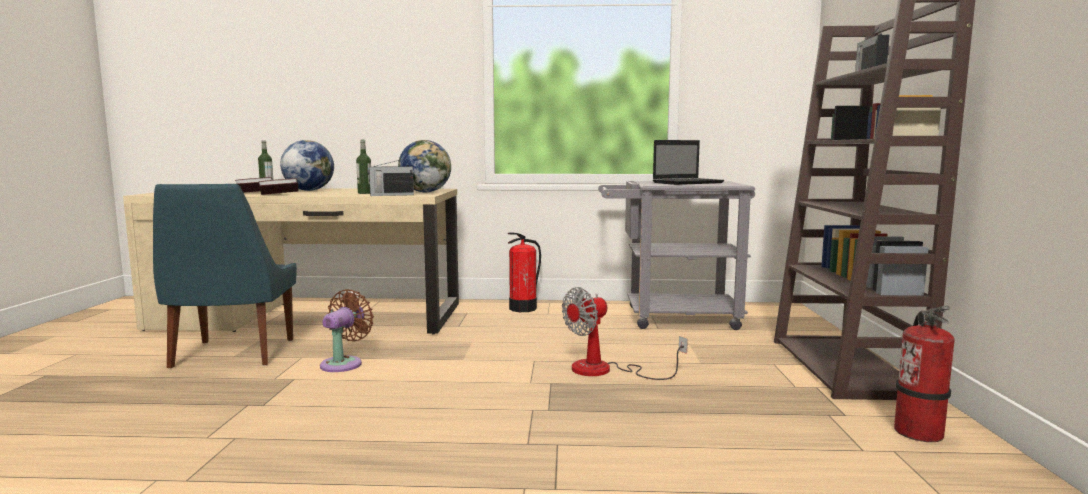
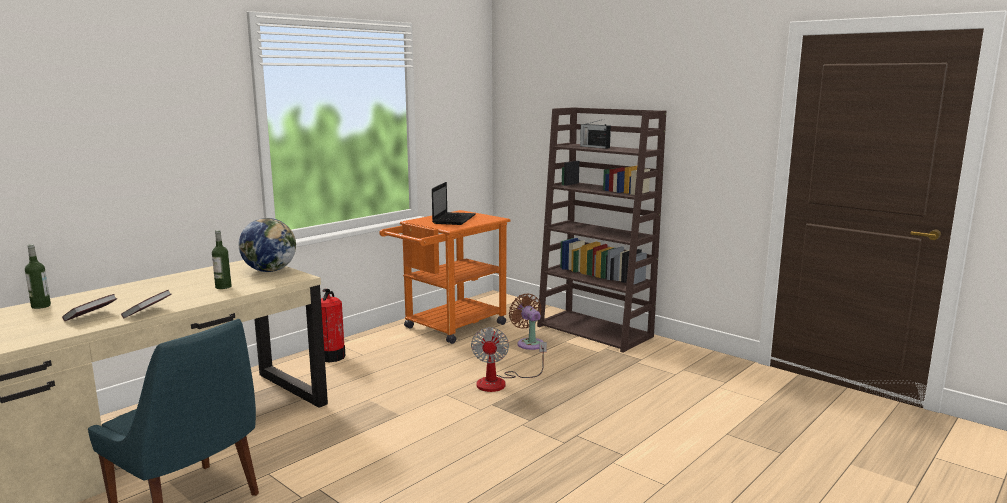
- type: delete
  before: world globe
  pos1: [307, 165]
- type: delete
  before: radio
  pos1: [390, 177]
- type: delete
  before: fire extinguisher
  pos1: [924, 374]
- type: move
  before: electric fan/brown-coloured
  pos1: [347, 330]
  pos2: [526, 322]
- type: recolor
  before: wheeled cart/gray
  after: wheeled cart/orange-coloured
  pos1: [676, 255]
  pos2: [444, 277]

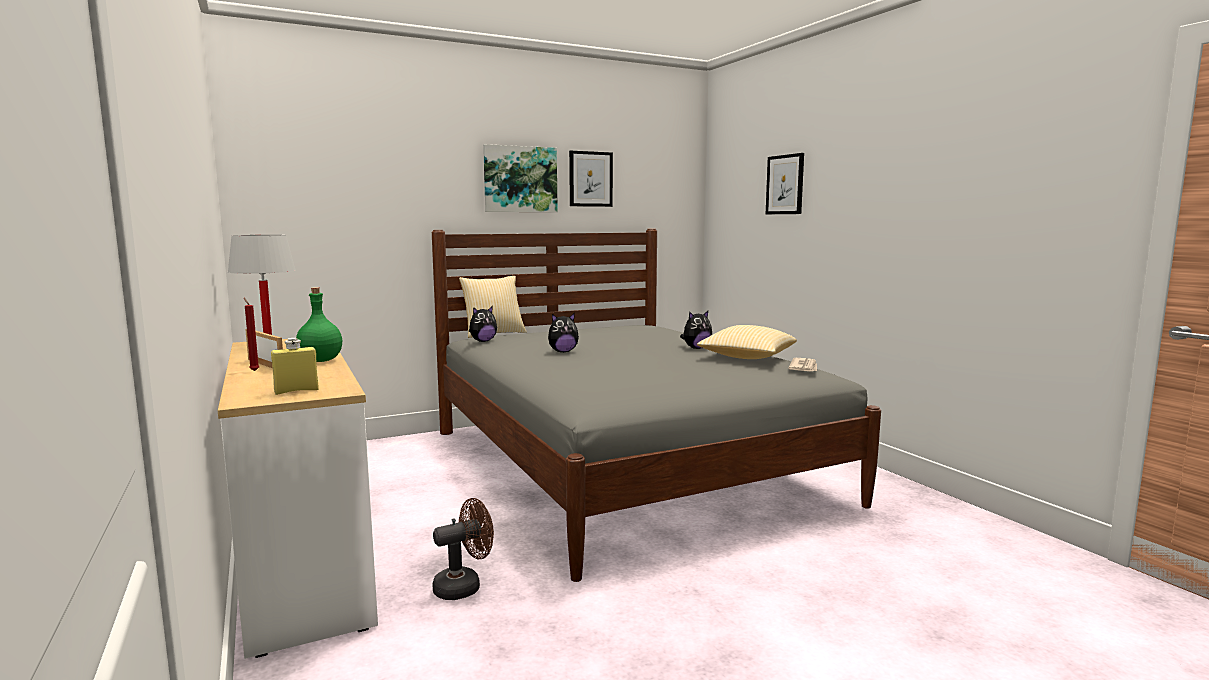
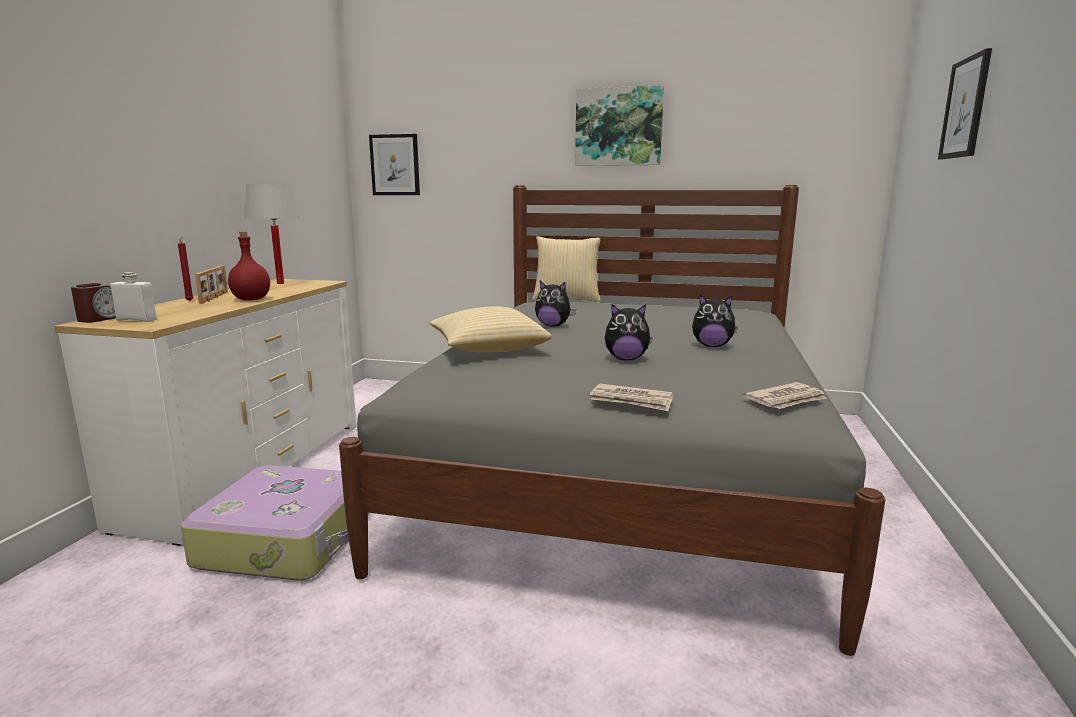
- type: insert
  after: table clock
  pos2: [93, 303]
- type: insert
  after: newspaper
  pos2: [631, 397]
- type: move
  before: plush toy
  pos1: [483, 324]
  pos2: [629, 332]
- type: move
  before: wall picture
  pos1: [591, 179]
  pos2: [394, 164]
- type: move
  before: pillow
  pos1: [747, 342]
  pos2: [491, 329]
- type: replace
  before: electric fan/brown-coloured
  after: piece of luggage
  pos1: [463, 549]
  pos2: [275, 523]
- type: recolor
  before: beverage bottle/yellowish
  after: beverage bottle/whitish
  pos1: [295, 366]
  pos2: [133, 297]
- type: recolor
  before: beverage bottle/green-coloured
  after: beverage bottle/reddish
  pos1: [319, 324]
  pos2: [249, 266]

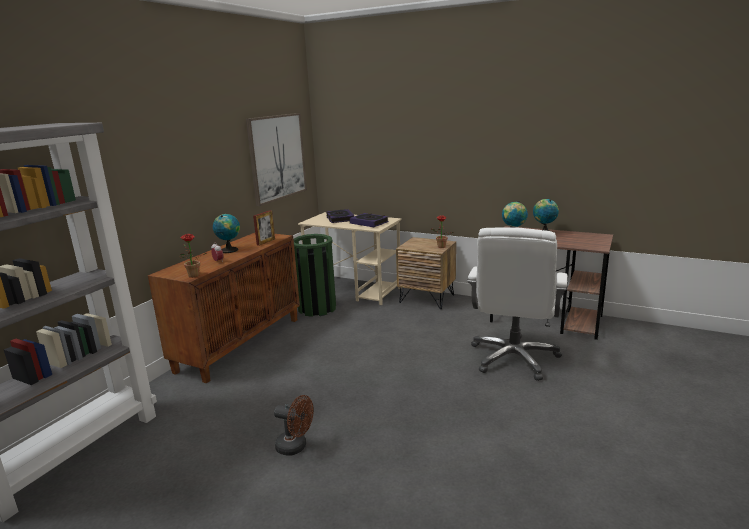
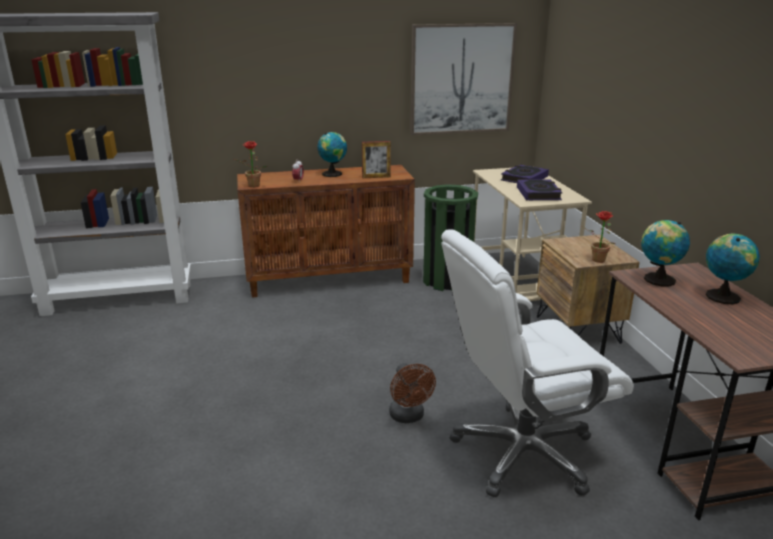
- type: move
  before: electric fan/brown-coloured
  pos1: [294, 425]
  pos2: [412, 393]

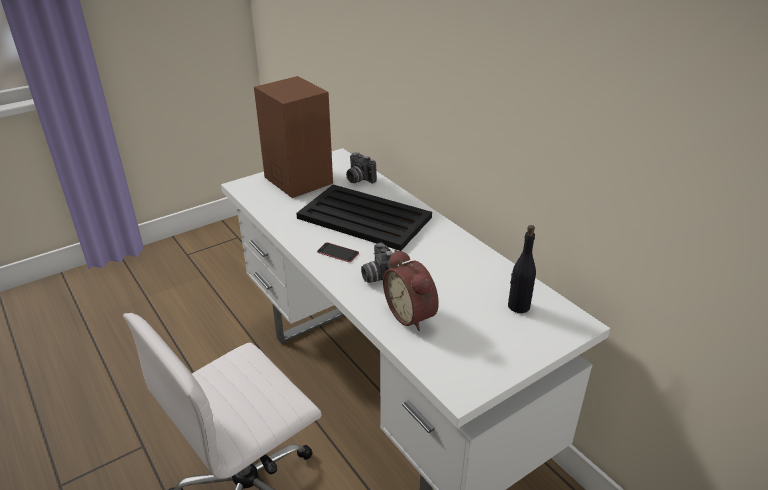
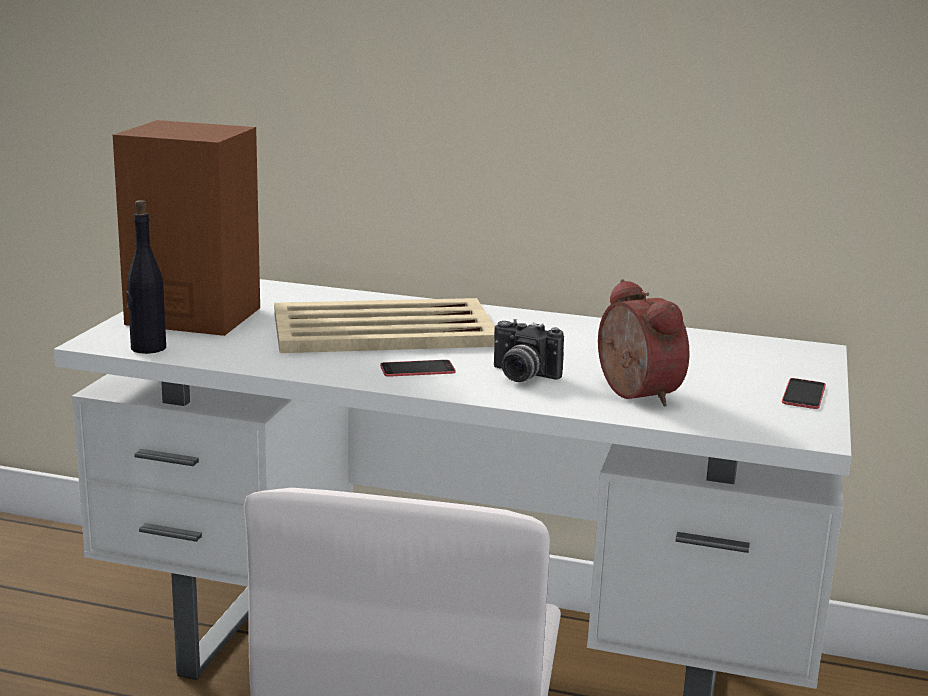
- type: delete
  before: photo camera
  pos1: [361, 168]
- type: insert
  after: phone
  pos2: [804, 393]
- type: move
  before: beverage bottle/black
  pos1: [522, 269]
  pos2: [146, 277]
- type: recolor
  before: serving tray/black
  after: serving tray/sand-coloured
  pos1: [364, 218]
  pos2: [384, 325]
- type: rotate
  before: table clock
  pos1: [411, 290]
  pos2: [643, 342]
  turn: -135

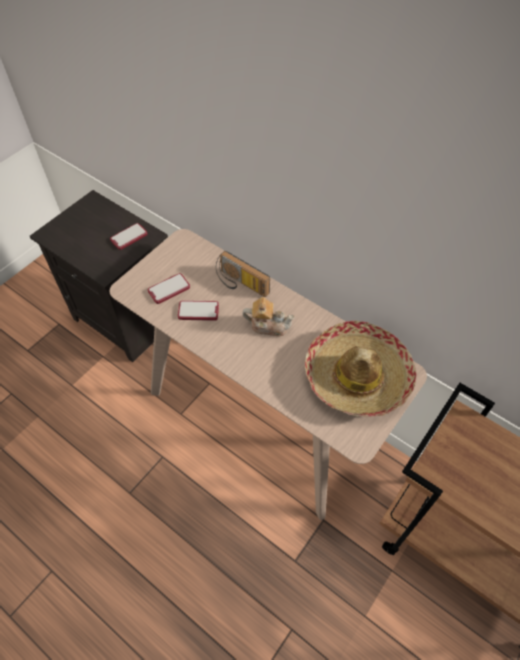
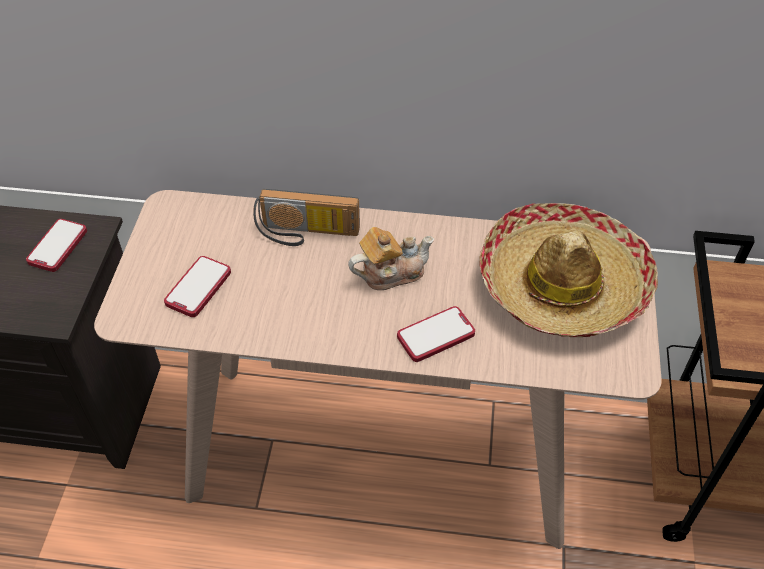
- type: move
  before: phone
  pos1: [198, 310]
  pos2: [436, 334]

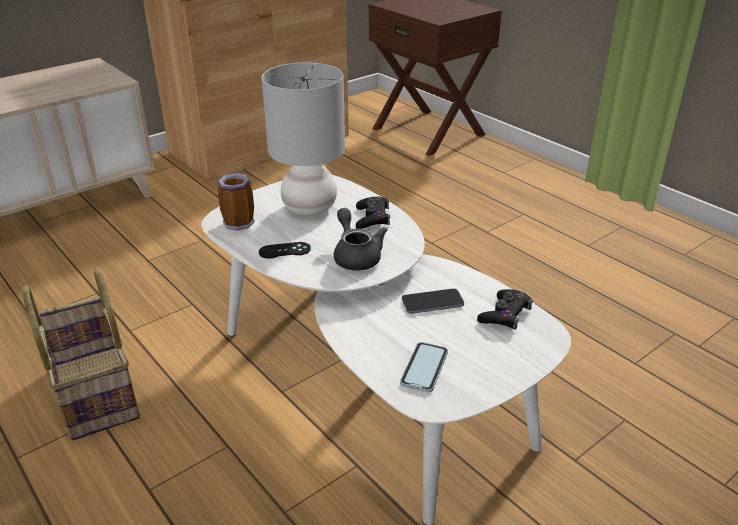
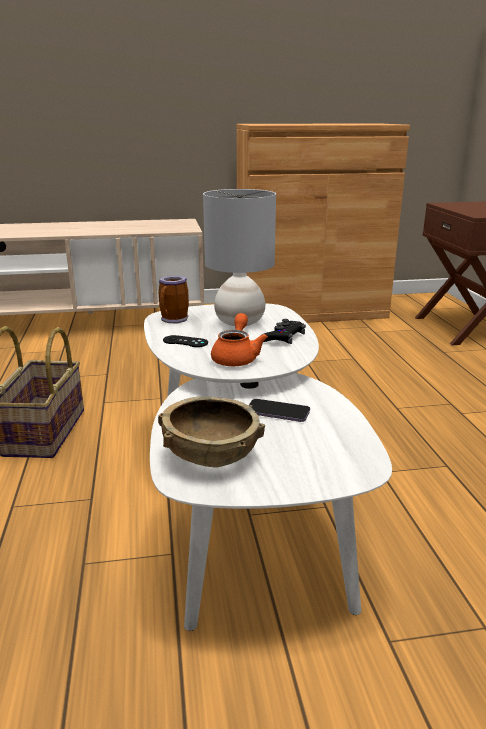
- type: delete
  before: gamepad/black
  pos1: [505, 309]
- type: replace
  before: phone
  after: deep dish/brown-coloured
  pos1: [424, 367]
  pos2: [211, 431]
- type: recolor
  before: teapot/gray
  after: teapot/orange-coloured
  pos1: [361, 239]
  pos2: [239, 339]

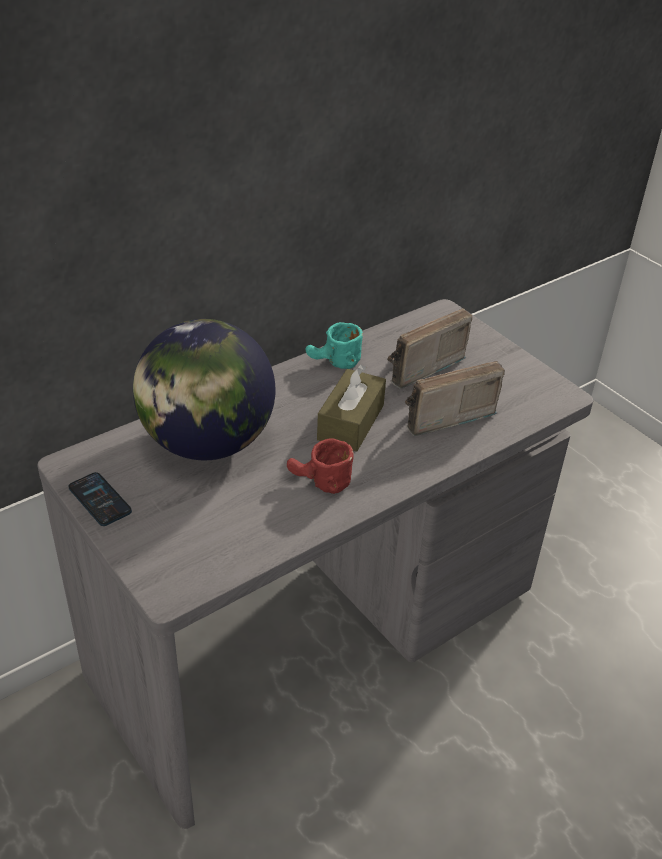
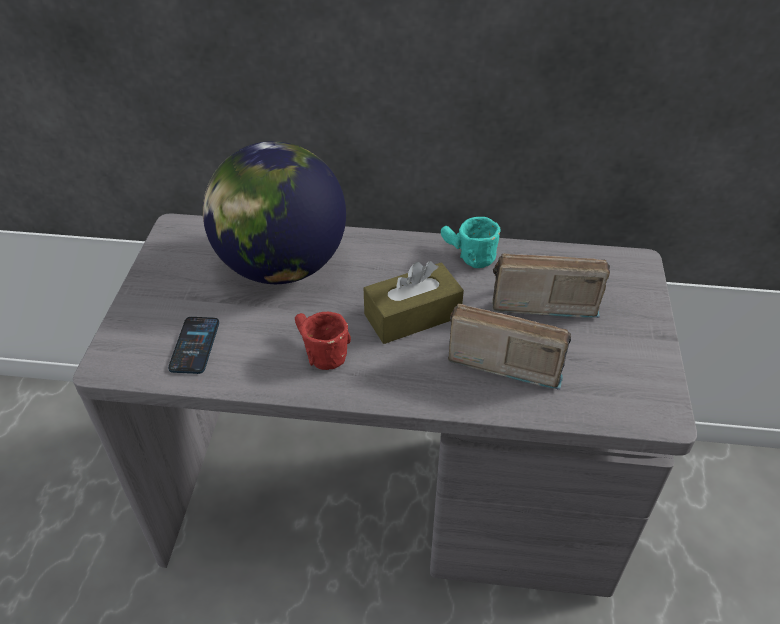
- type: move
  before: phone
  pos1: [100, 499]
  pos2: [193, 345]

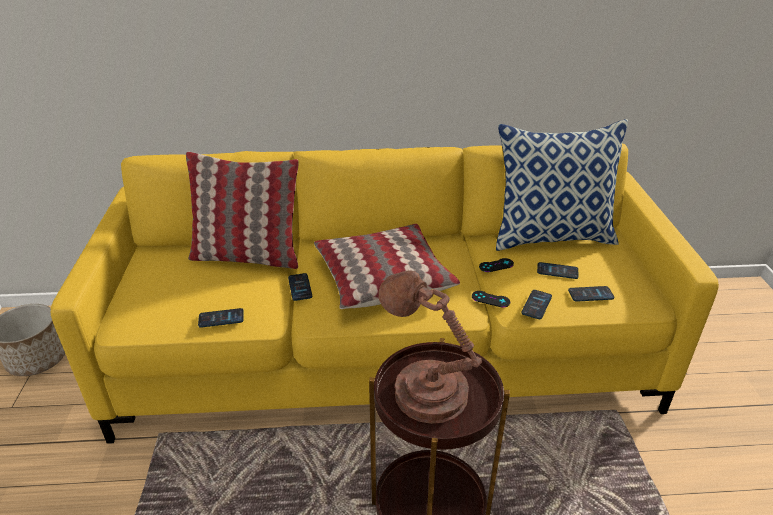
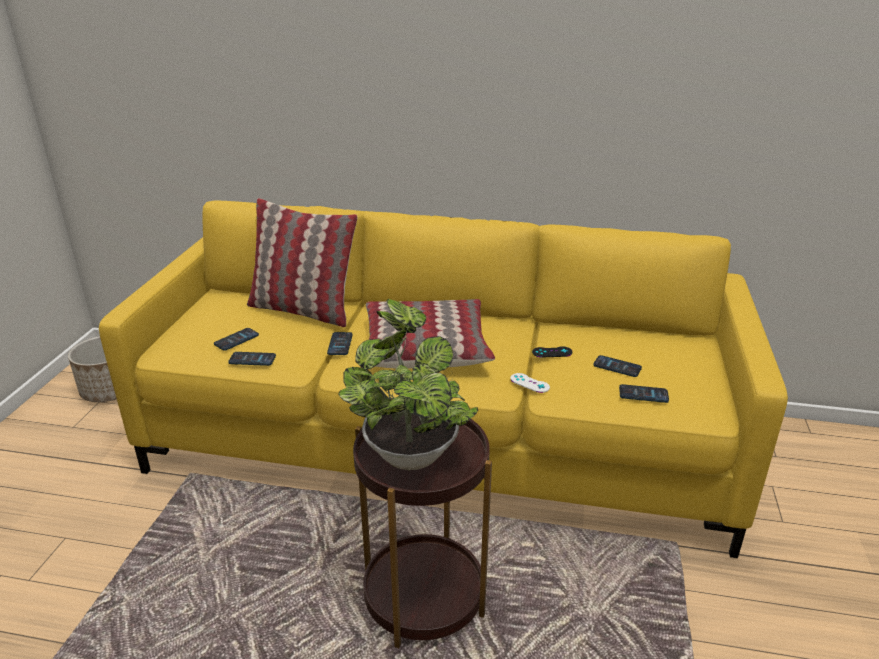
- type: delete
  before: pillow
  pos1: [562, 185]
- type: move
  before: phone
  pos1: [536, 304]
  pos2: [236, 339]
- type: replace
  before: lamp for a table/brown-coloured
  after: plant in a pot
  pos1: [430, 347]
  pos2: [408, 384]
- type: recolor
  before: gamepad/black
  after: gamepad/whitish
  pos1: [491, 299]
  pos2: [530, 383]

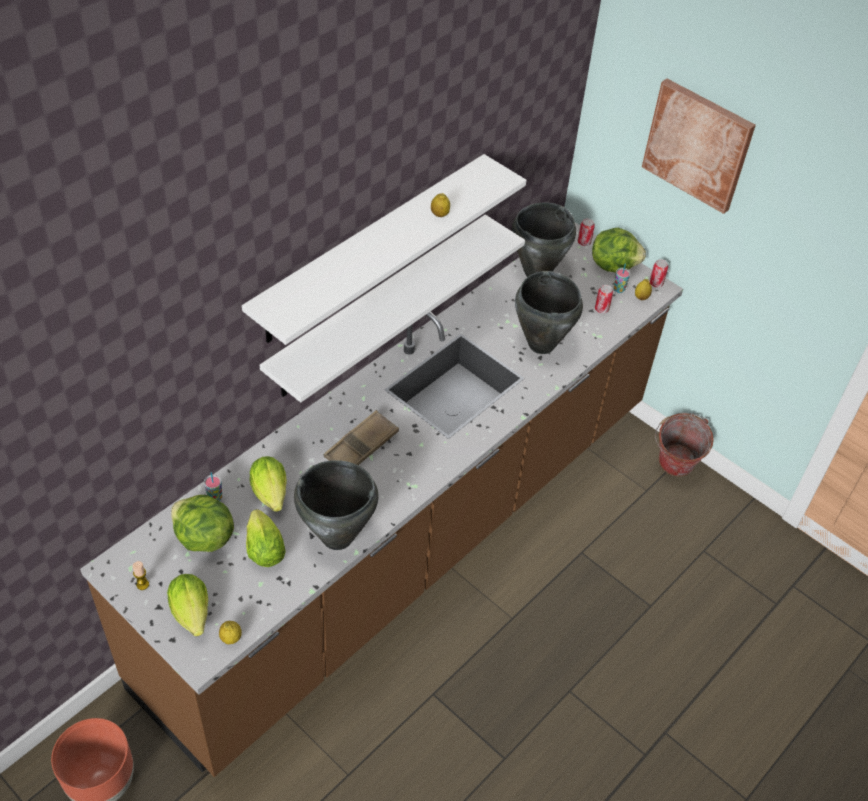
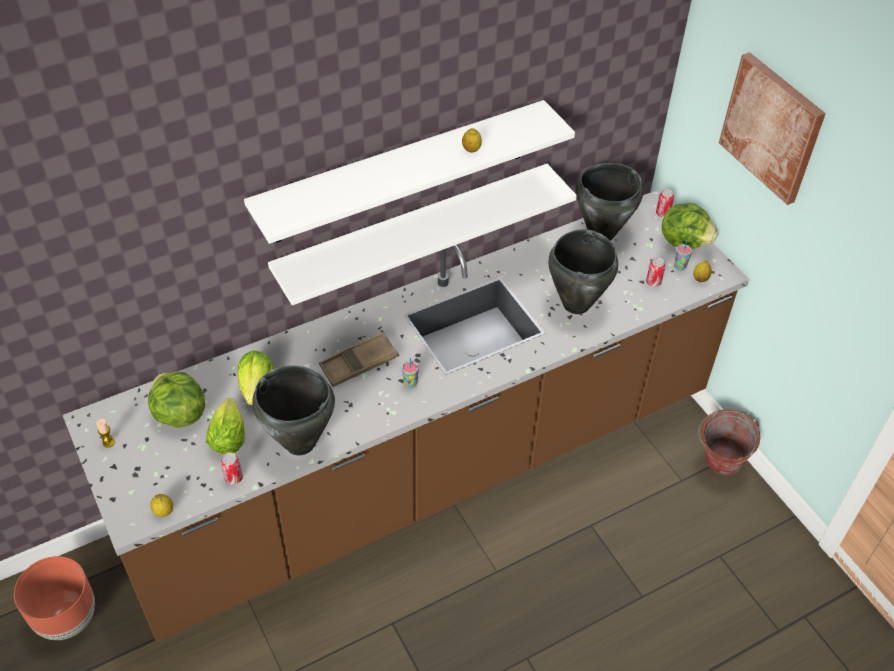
- type: delete
  before: lettuce
  pos1: [187, 605]
- type: move
  before: small cup
  pos1: [213, 486]
  pos2: [410, 373]
- type: move
  before: can
  pos1: [658, 273]
  pos2: [232, 469]

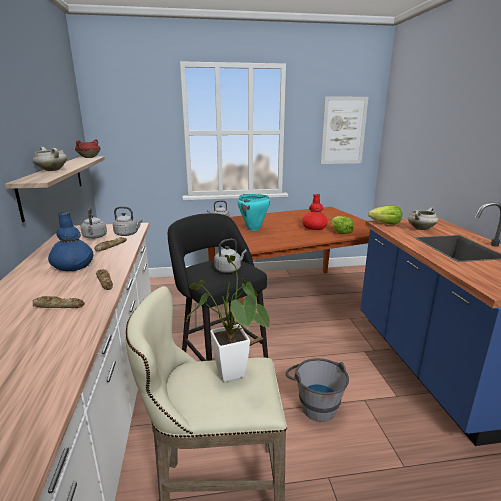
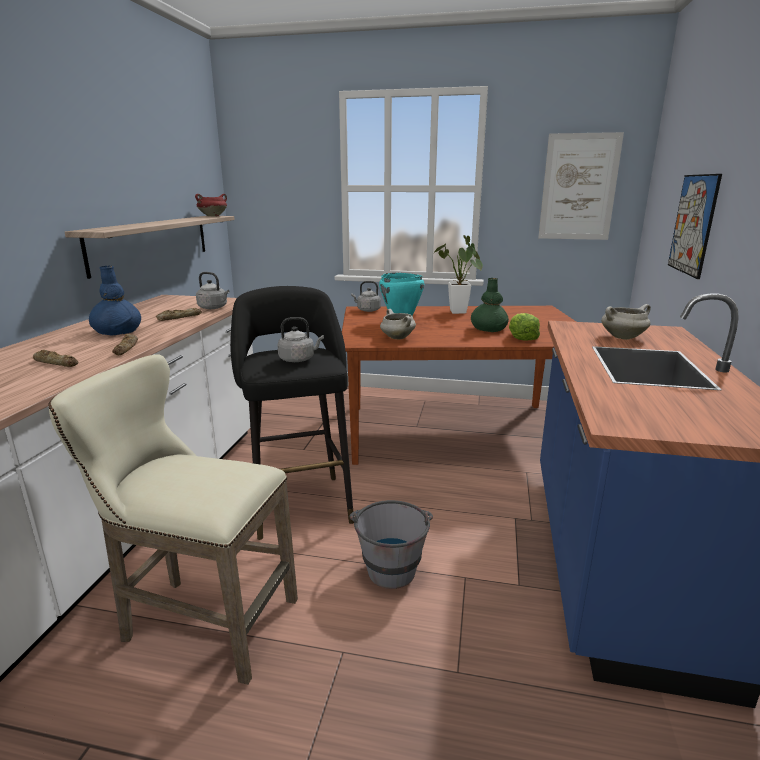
- type: delete
  before: kettle/gray
  pos1: [93, 223]
- type: delete
  before: lettuce
  pos1: [385, 215]
- type: insert
  after: wall picture
  pos2: [695, 226]
- type: move
  before: stockpot/whitish
  pos1: [50, 159]
  pos2: [398, 324]
- type: move
  before: plant in a pot
  pos1: [228, 318]
  pos2: [459, 274]
- type: recolor
  before: flower vase/reddish
  after: flower vase/green-coloured
  pos1: [315, 212]
  pos2: [490, 305]

